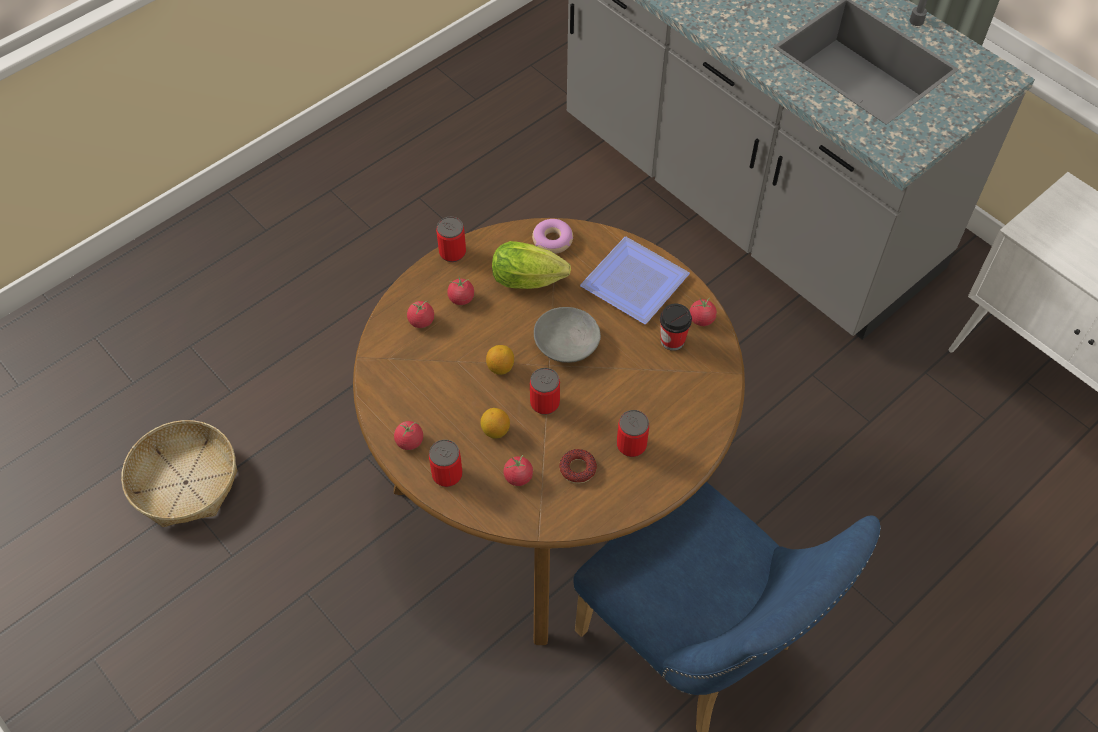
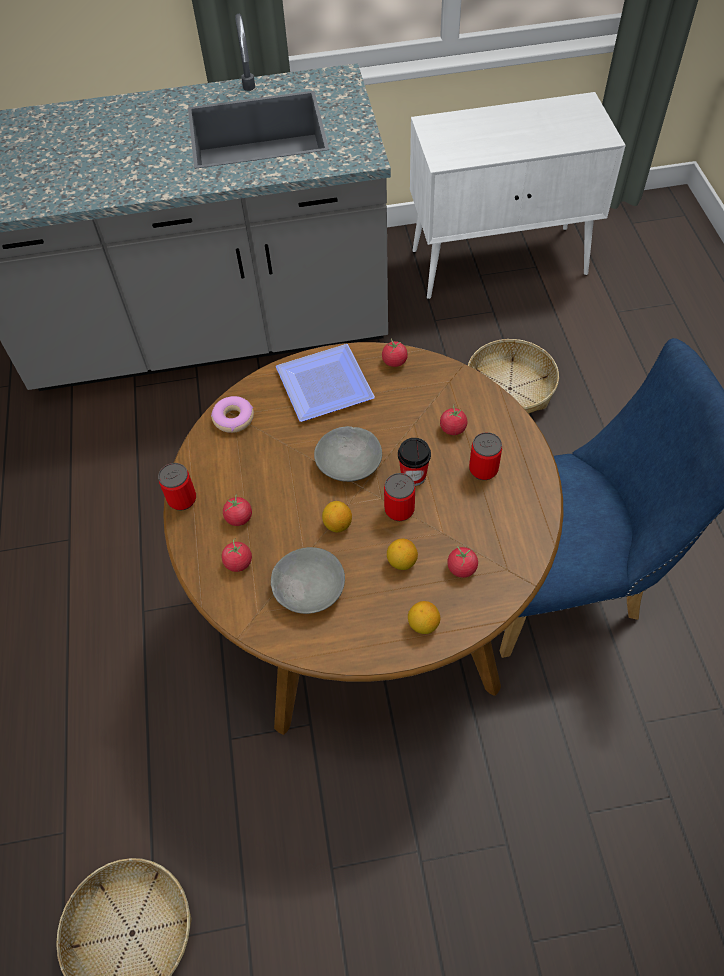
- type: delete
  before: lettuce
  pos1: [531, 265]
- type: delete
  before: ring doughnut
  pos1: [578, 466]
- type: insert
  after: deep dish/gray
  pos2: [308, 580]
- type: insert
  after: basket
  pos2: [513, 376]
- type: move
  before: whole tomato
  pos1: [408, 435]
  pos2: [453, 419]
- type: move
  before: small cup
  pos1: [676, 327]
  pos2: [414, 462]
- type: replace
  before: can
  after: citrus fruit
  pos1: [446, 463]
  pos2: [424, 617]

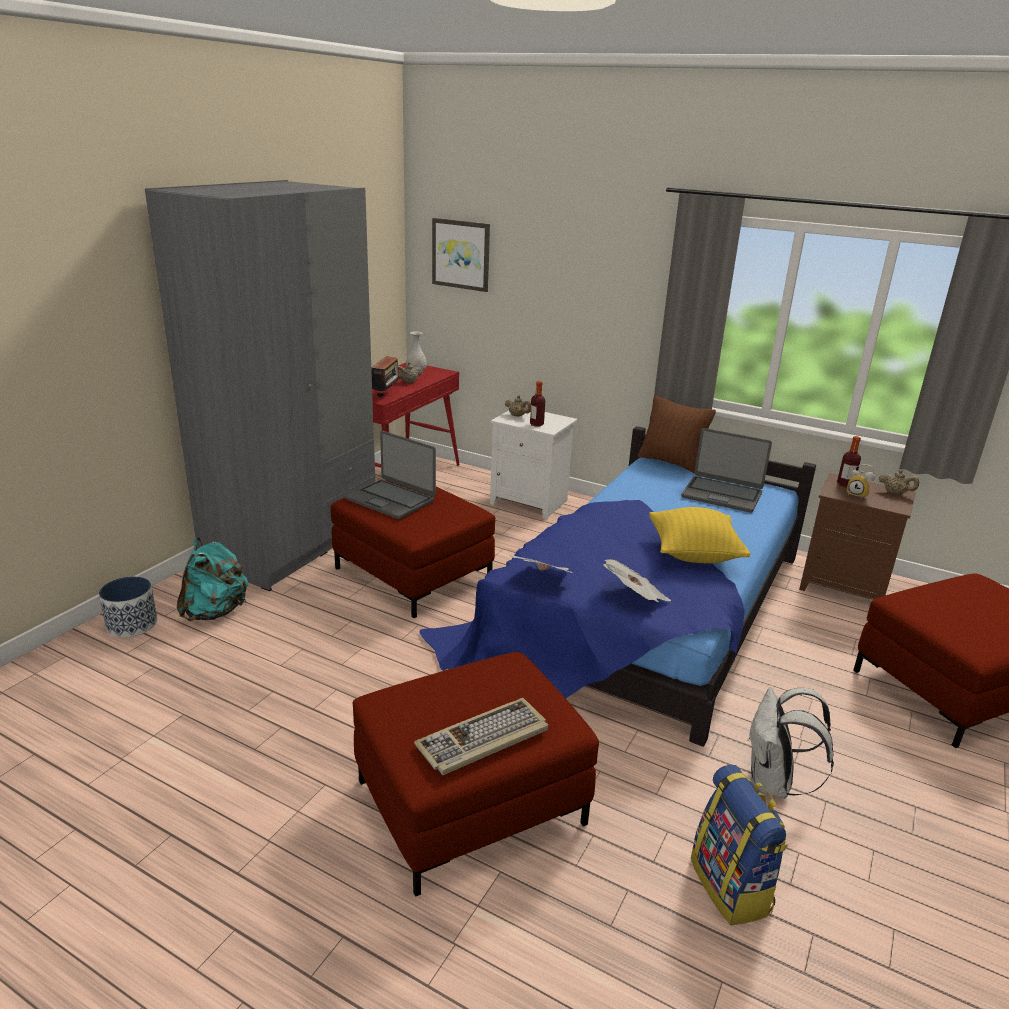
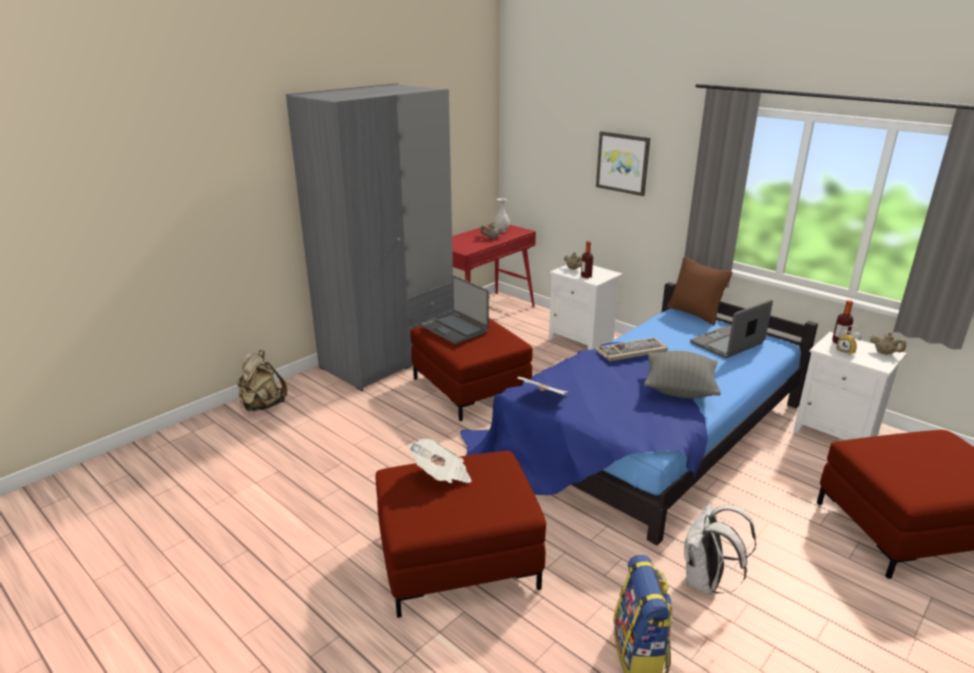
- type: delete
  before: knapsack/turquoise-coloured
  pos1: [212, 579]
- type: delete
  before: radio
  pos1: [386, 376]
- type: move
  before: computer keyboard
  pos1: [481, 736]
  pos2: [631, 349]
- type: move
  before: wall picture
  pos1: [461, 255]
  pos2: [623, 163]
- type: move
  before: newspaper
  pos1: [637, 580]
  pos2: [440, 461]
- type: replace
  before: planter
  after: knapsack/sand-coloured
  pos1: [128, 607]
  pos2: [262, 380]
- type: recolor
  before: pillow/yellowish
  after: pillow/gray
  pos1: [699, 535]
  pos2: [682, 375]
- type: recolor
  before: bedside table/brown-coloured
  after: bedside table/whitish
  pos1: [857, 536]
  pos2: [850, 386]
- type: rotate
  before: notebook computer
  pos1: [726, 470]
  pos2: [731, 329]
  turn: 105

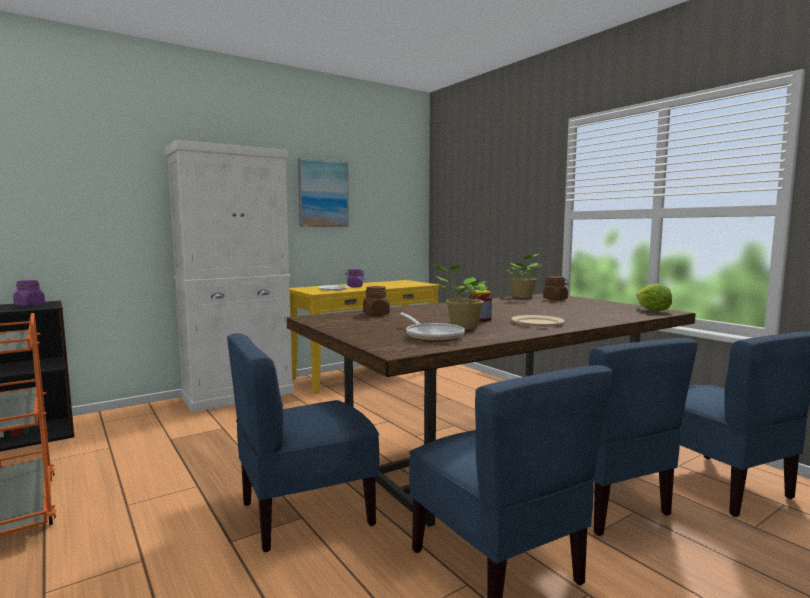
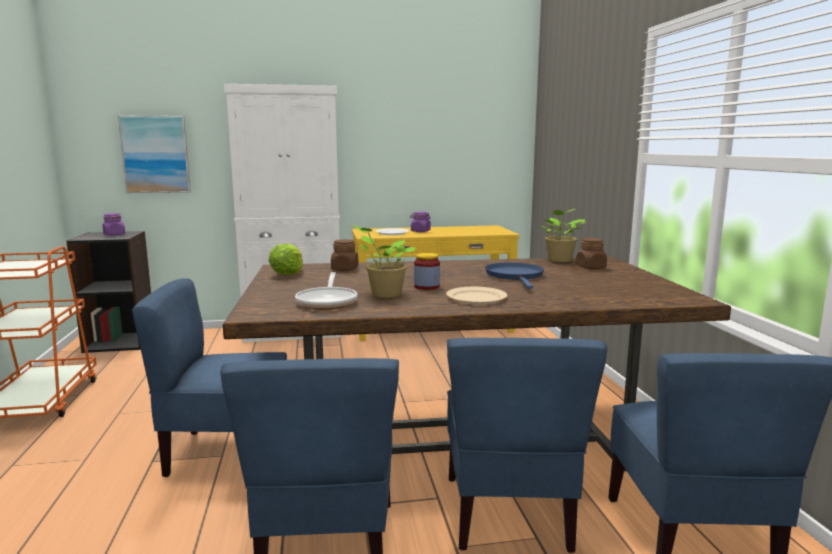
- type: insert
  after: frying pan/blue-coloured
  pos2: [514, 275]
- type: move
  before: wall picture
  pos1: [323, 192]
  pos2: [154, 154]
- type: move
  before: lettuce
  pos1: [654, 297]
  pos2: [286, 259]

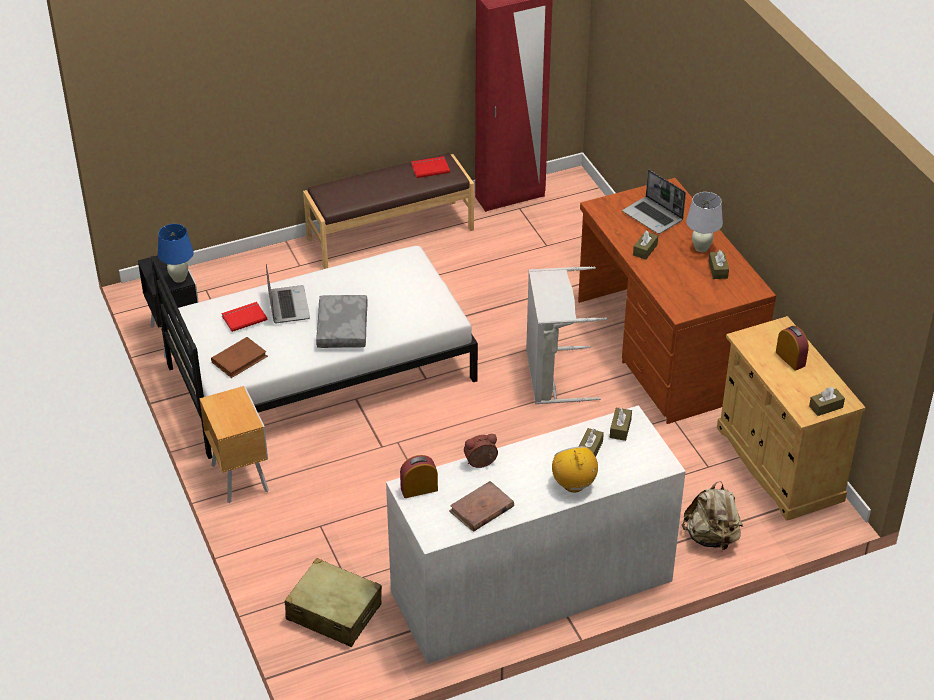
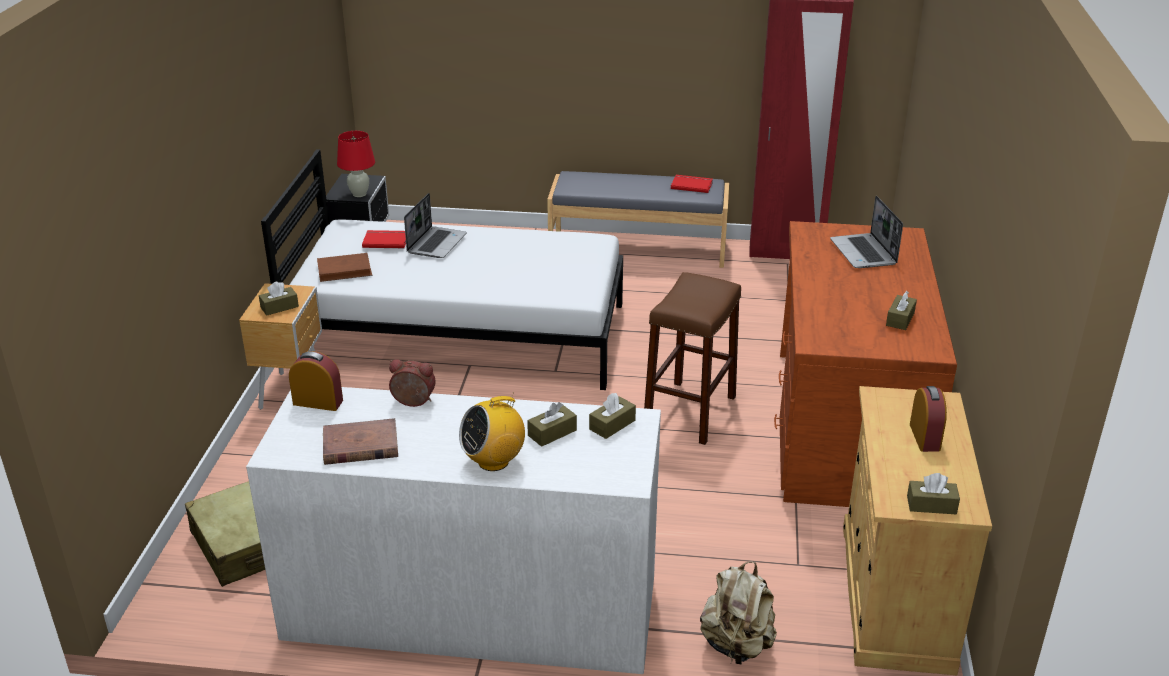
- type: delete
  before: pillow/gray
  pos1: [342, 321]
- type: delete
  before: lamp for a table/whitish
  pos1: [704, 222]
- type: move
  before: tissue box/brown-coloured
  pos1: [645, 245]
  pos2: [279, 298]
- type: replace
  before: laundry basket/gray
  after: sitting stool/brown-coloured
  pos1: [566, 335]
  pos2: [692, 358]
- type: recolor
  before: lamp for a table/blue-coloured
  after: lamp for a table/reddish
  pos1: [176, 253]
  pos2: [356, 164]
- type: recolor
  before: long seat/brown-coloured
  after: long seat/gray
  pos1: [388, 211]
  pos2: [638, 219]
- type: rotate
  before: radio
  pos1: [575, 469]
  pos2: [492, 431]
  turn: -135

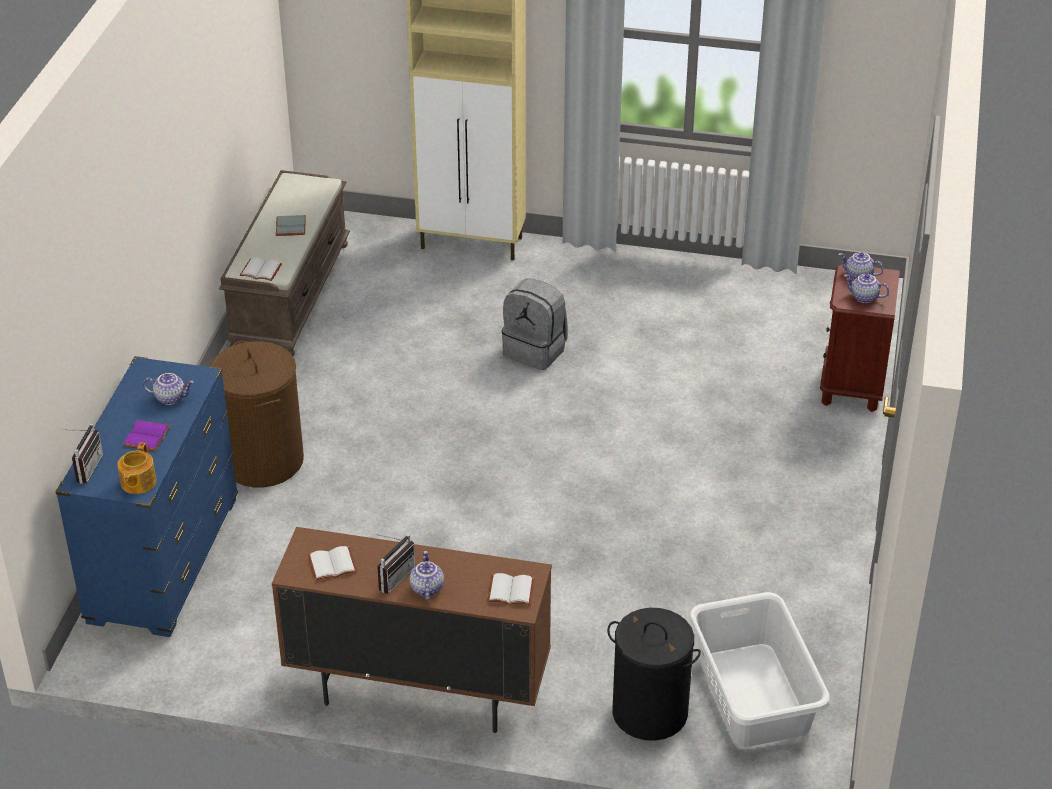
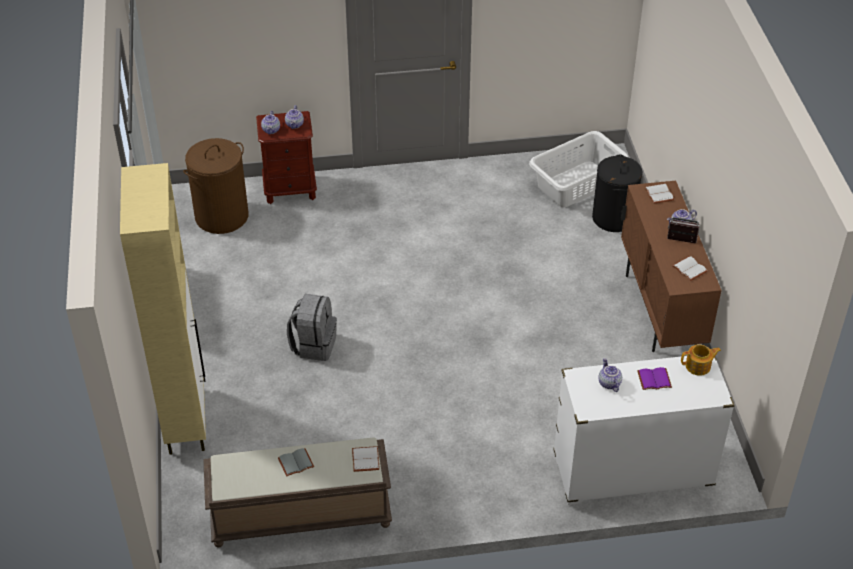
- type: delete
  before: radio
  pos1: [83, 454]
- type: move
  before: laundry basket/brown-coloured
  pos1: [257, 414]
  pos2: [215, 186]
- type: recolor
  before: chest of drawers/blue-coloured
  after: chest of drawers/whitish
  pos1: [147, 496]
  pos2: [644, 430]

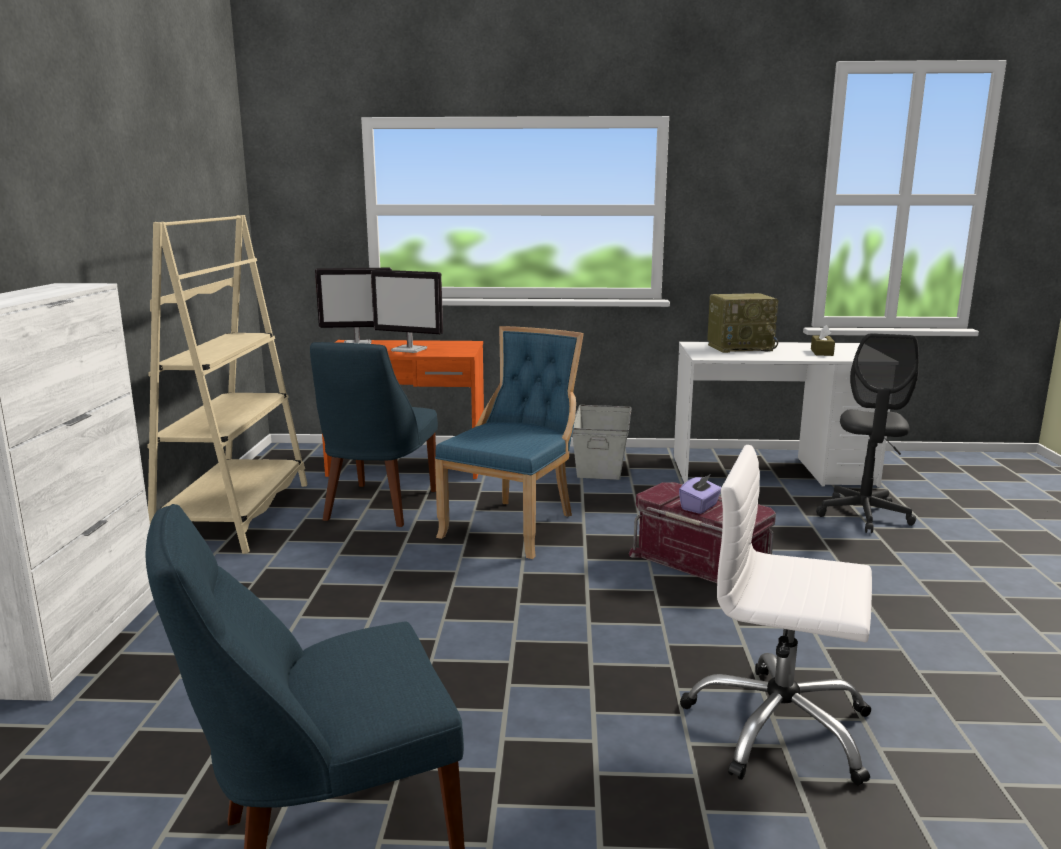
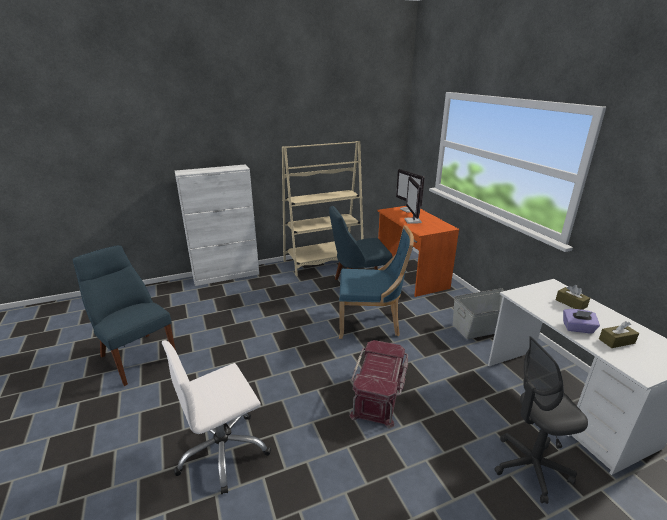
- type: move
  before: tissue box/purple
  pos1: [700, 494]
  pos2: [581, 321]
- type: replace
  before: radio
  after: tissue box/brown-coloured
  pos1: [742, 323]
  pos2: [573, 297]
- type: rotate
  before: desk chair/whitish
  pos1: [776, 615]
  pos2: [216, 417]
  turn: -120

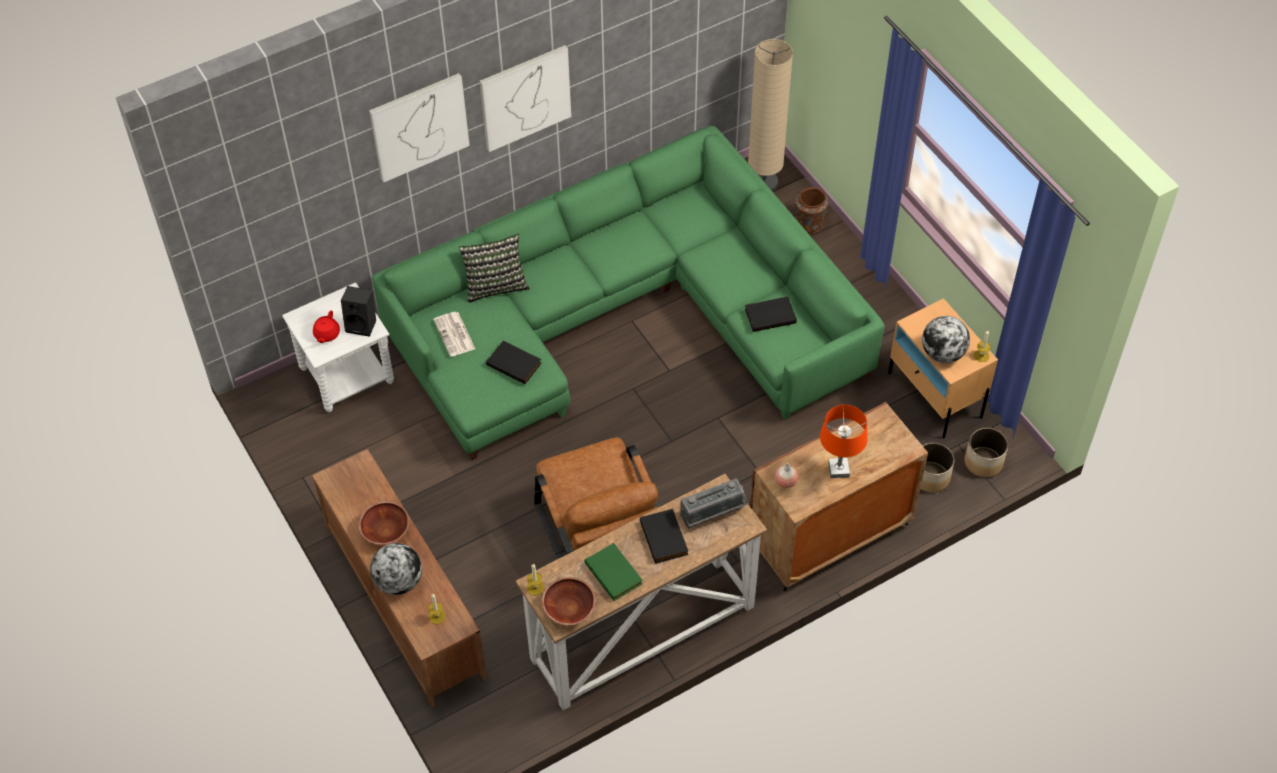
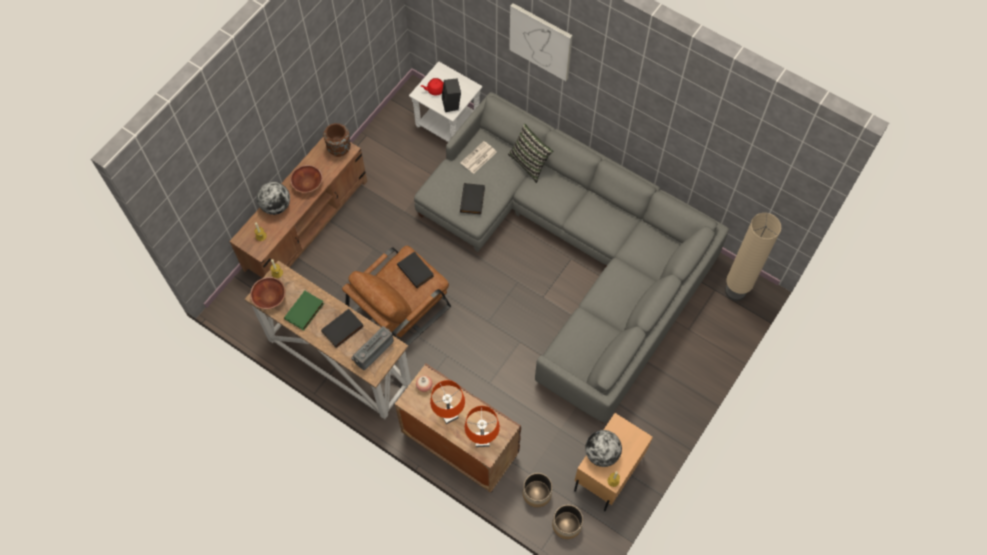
- type: delete
  before: wall picture
  pos1: [525, 98]
- type: insert
  after: lamp for a table/orange-coloured
  pos2: [482, 426]
- type: move
  before: book/black
  pos1: [771, 314]
  pos2: [415, 269]
- type: move
  before: flower vase/brown-coloured
  pos1: [811, 211]
  pos2: [337, 140]
- type: recolor
  before: couch/green-coloured
  after: couch/gray
  pos1: [628, 293]
  pos2: [571, 258]
- type: rotate
  before: radio
  pos1: [713, 503]
  pos2: [372, 348]
  turn: 90

